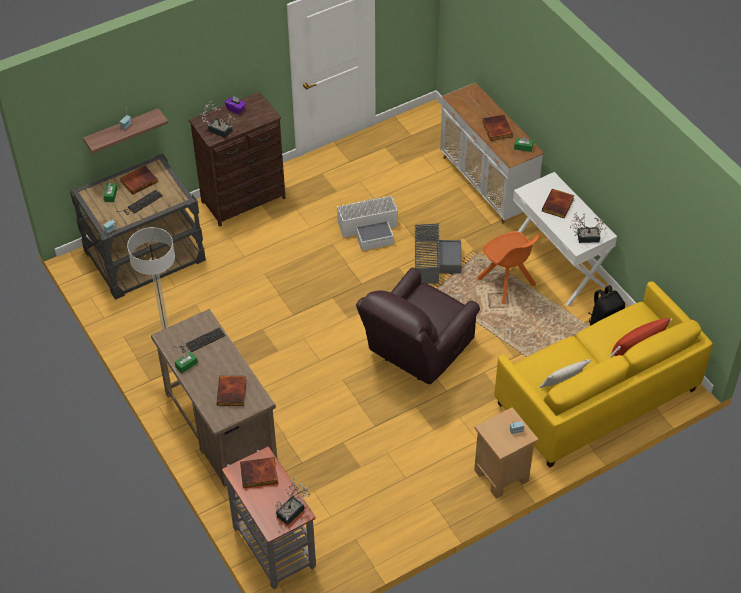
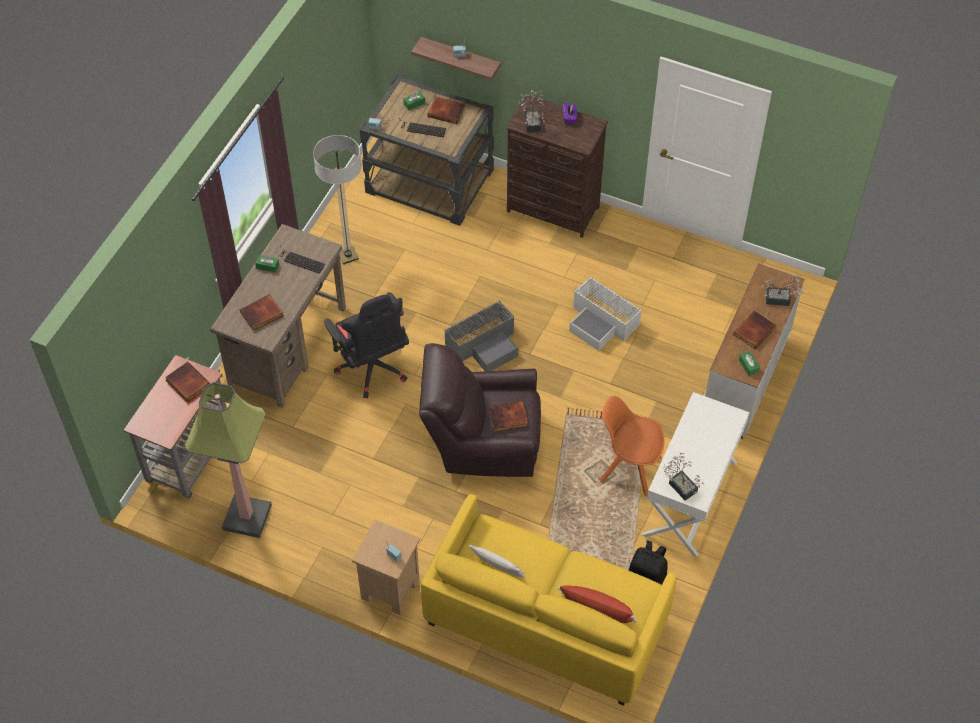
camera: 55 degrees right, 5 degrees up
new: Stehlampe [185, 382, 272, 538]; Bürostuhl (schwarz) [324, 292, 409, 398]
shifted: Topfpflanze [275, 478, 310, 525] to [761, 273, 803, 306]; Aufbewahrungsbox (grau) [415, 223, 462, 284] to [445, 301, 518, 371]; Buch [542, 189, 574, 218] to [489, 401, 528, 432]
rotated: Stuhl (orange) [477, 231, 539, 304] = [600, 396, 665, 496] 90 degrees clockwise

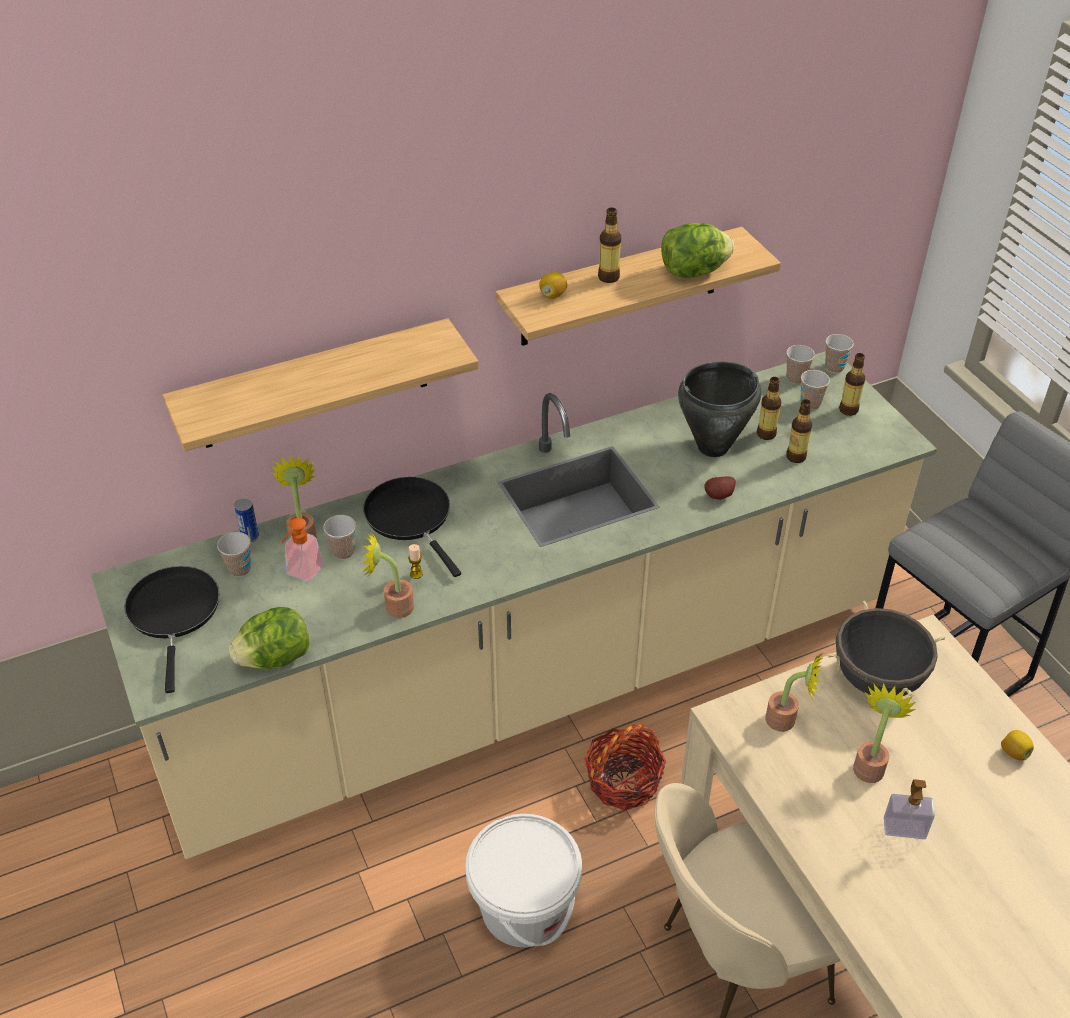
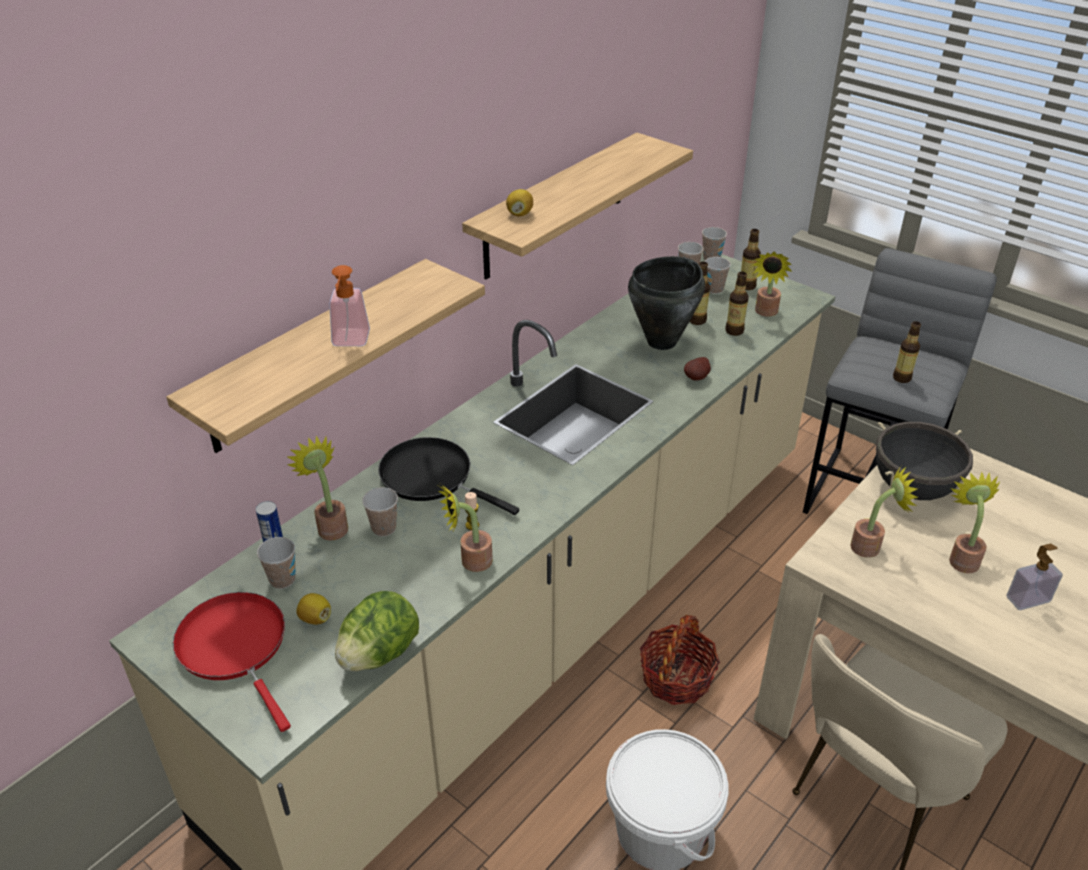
camera: 25 degrees left, 5 degrees down
gone: Salatkopf [661, 223, 734, 278]
new: Topfpflanze [753, 251, 792, 317]
shifted: Seifenspender [281, 518, 324, 582] to [329, 265, 370, 346]; Flasche [598, 208, 621, 283] to [893, 321, 921, 383]; Zitrone [1001, 730, 1034, 761] to [296, 593, 331, 625]
repainted: Pfanne (schwarz) [125, 566, 219, 693] to Pfanne (rot) [173, 592, 291, 732]

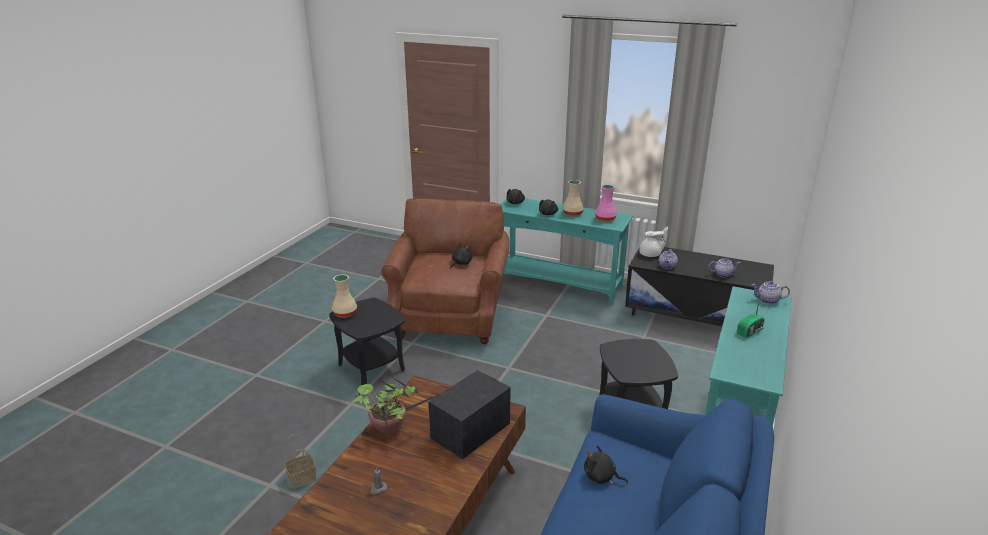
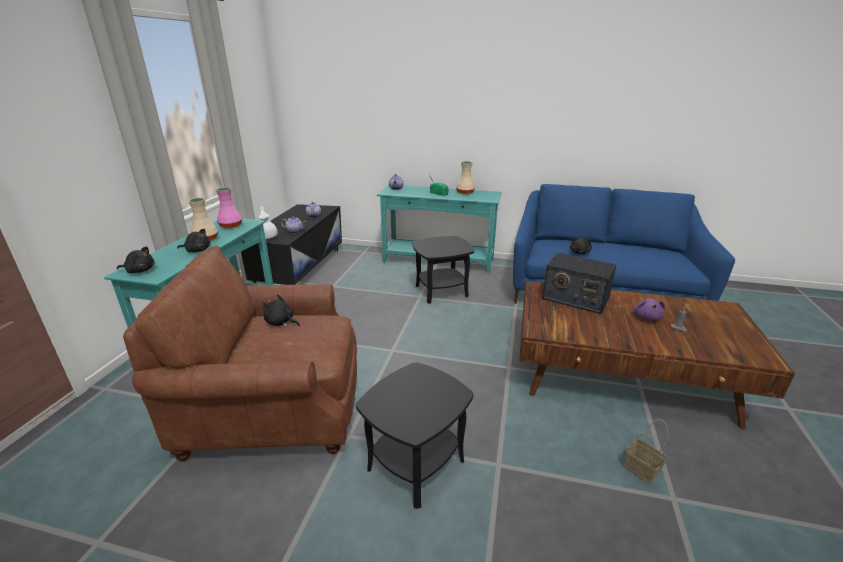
camera: 100 degrees left, 0 degrees up
gone: Topfpflanze [353, 376, 439, 434]
new: Plüschtier (lila) [634, 298, 665, 320]
shifted: Vase (beige) [332, 274, 357, 318] to [456, 161, 475, 194]

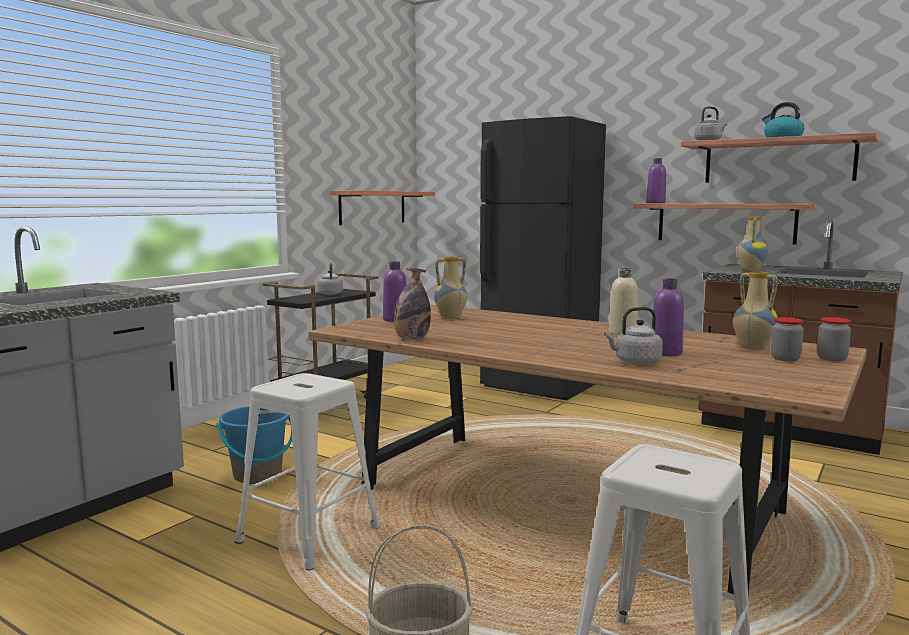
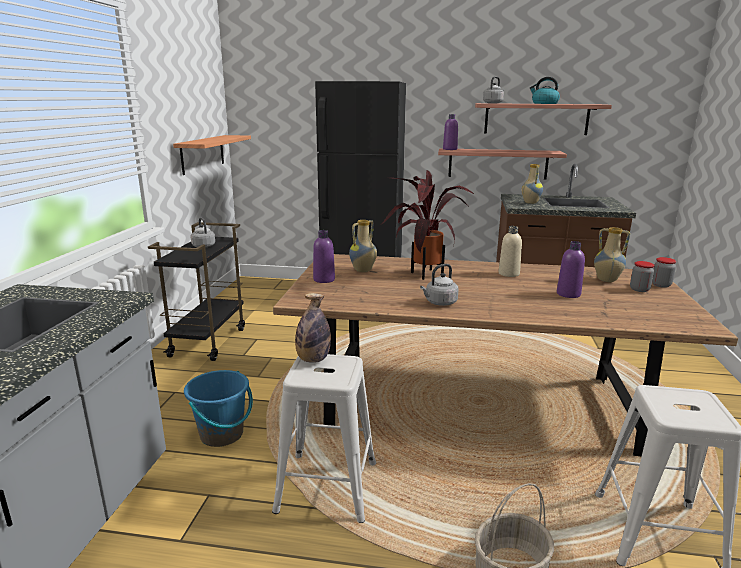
camera: 25 degrees left, 10 degrees up
new: Topfpflanze [381, 170, 474, 280]
shifted: Flasche [394, 268, 431, 340] to [295, 293, 331, 363]; Wasserkessel (grau) [604, 307, 663, 365] to [420, 264, 459, 306]

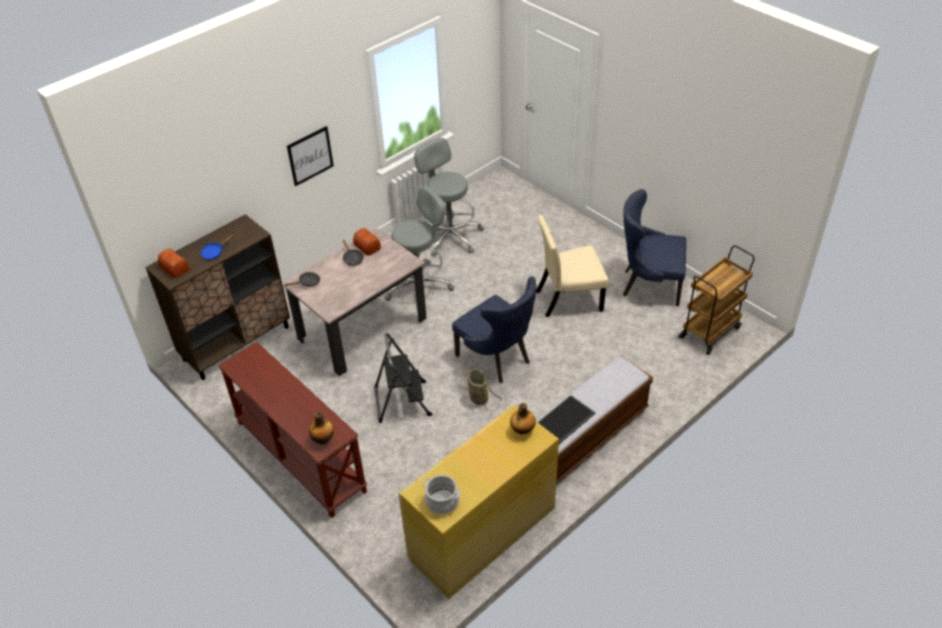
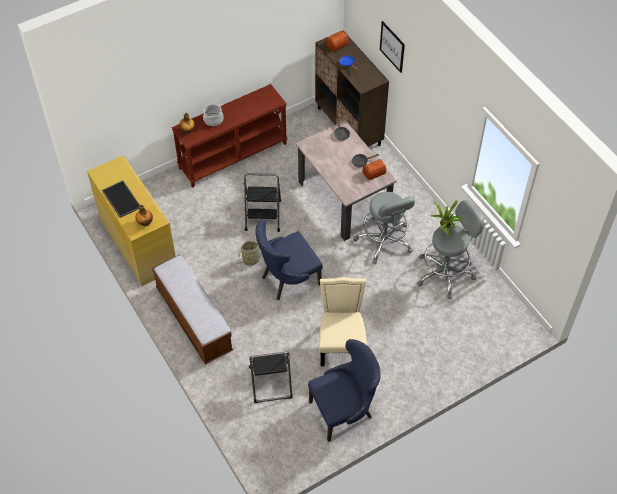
camera: 100 degrees right, 10 degrees up
gone: Rollwagen (braun) [678, 246, 755, 355]
new: Trittleiter (schwarz) [249, 352, 293, 403]; Topfpflanze [431, 200, 463, 237]
shifted: Bild [287, 126, 334, 186] to [380, 21, 405, 73]; Kochtopf [422, 475, 461, 514] to [203, 103, 224, 126]; Tablett [538, 395, 596, 444] to [102, 180, 140, 218]
rotated: Stuhl (blau) [623, 189, 686, 306] = [308, 339, 380, 442] 45 degrees clockwise

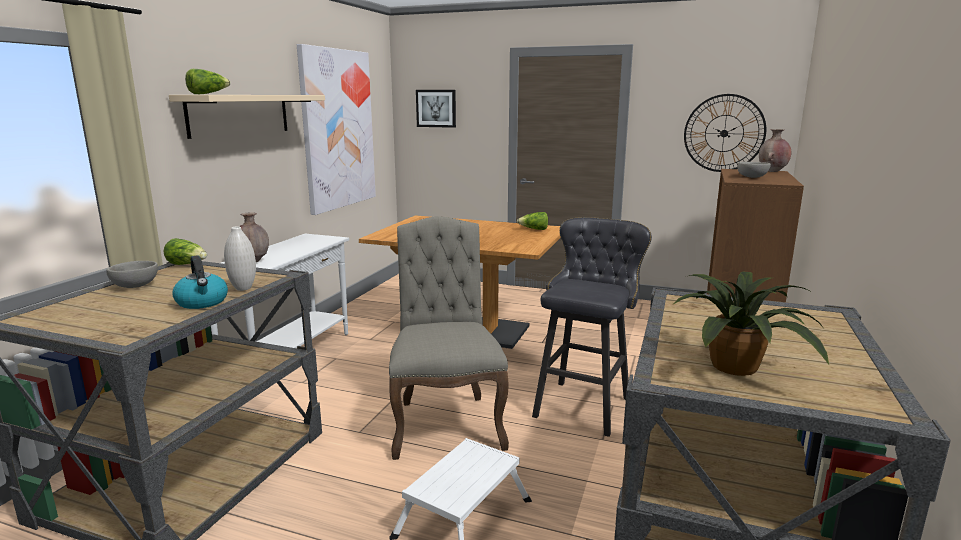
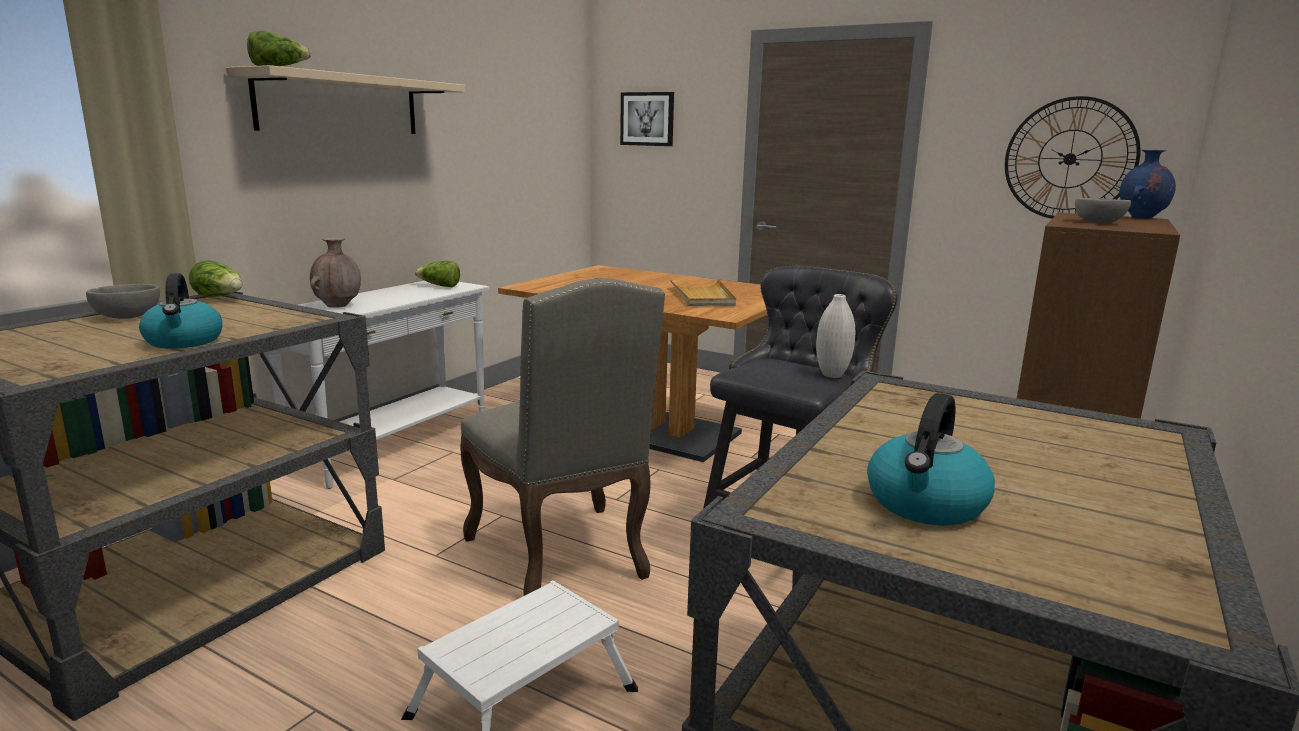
camera: 10 degrees right, 0 degrees up
gone: Bild [297, 44, 376, 215]
new: Tablett (beige) [670, 279, 736, 306]
shifted: Vase (weiß) [224, 226, 256, 291] to [816, 294, 856, 378]; Salatkopf [517, 212, 548, 230] to [415, 261, 460, 287]
swapped: Topfpflanze [674, 271, 829, 376] to Wasserkessel [867, 393, 995, 525]
repainted: Vase (braun) [759, 129, 791, 172] to Vase (blau) [1120, 150, 1176, 219]
rotated: Stuhl (grau) [389, 216, 509, 460] = [461, 278, 665, 596] 150 degrees clockwise

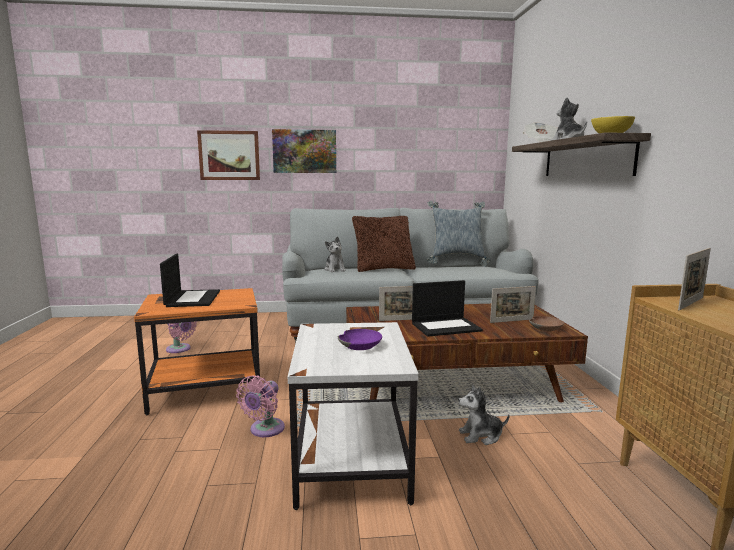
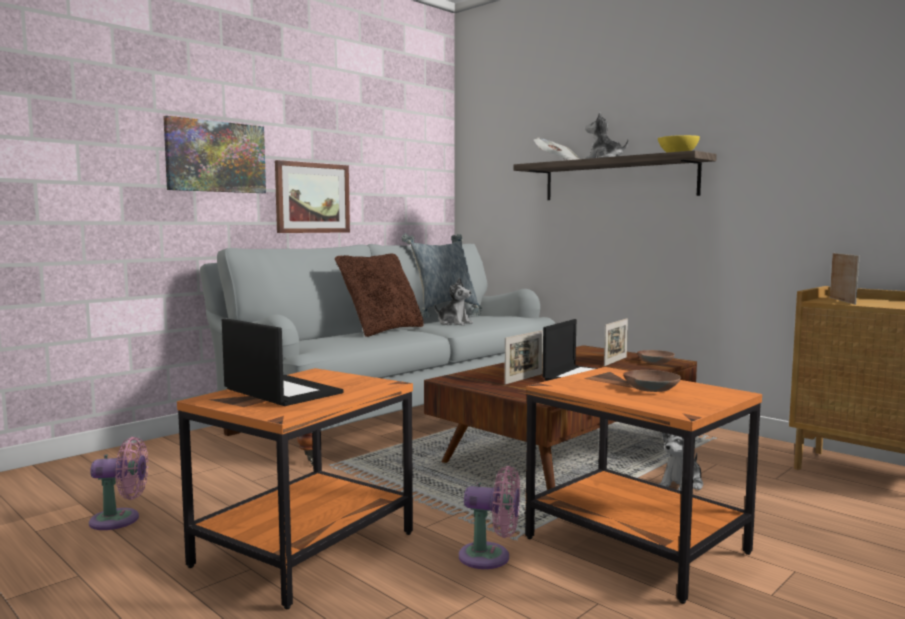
camera: 40 degrees left, 5 degrees down
shifted: Bild [197, 130, 260, 180] to [275, 160, 350, 233]; Plüschtier [324, 236, 345, 272] to [434, 278, 473, 326]
repainted: Beistelltisch (weiß) [288, 322, 419, 510] to Beistelltisch (orange) [525, 367, 762, 604]; Schüssel (lila) [338, 329, 382, 350] to Schüssel (braun) [623, 370, 681, 392]
rotated: Ventilator (rosa) [236, 375, 285, 437] = [459, 466, 520, 569] 60 degrees counterclockwise

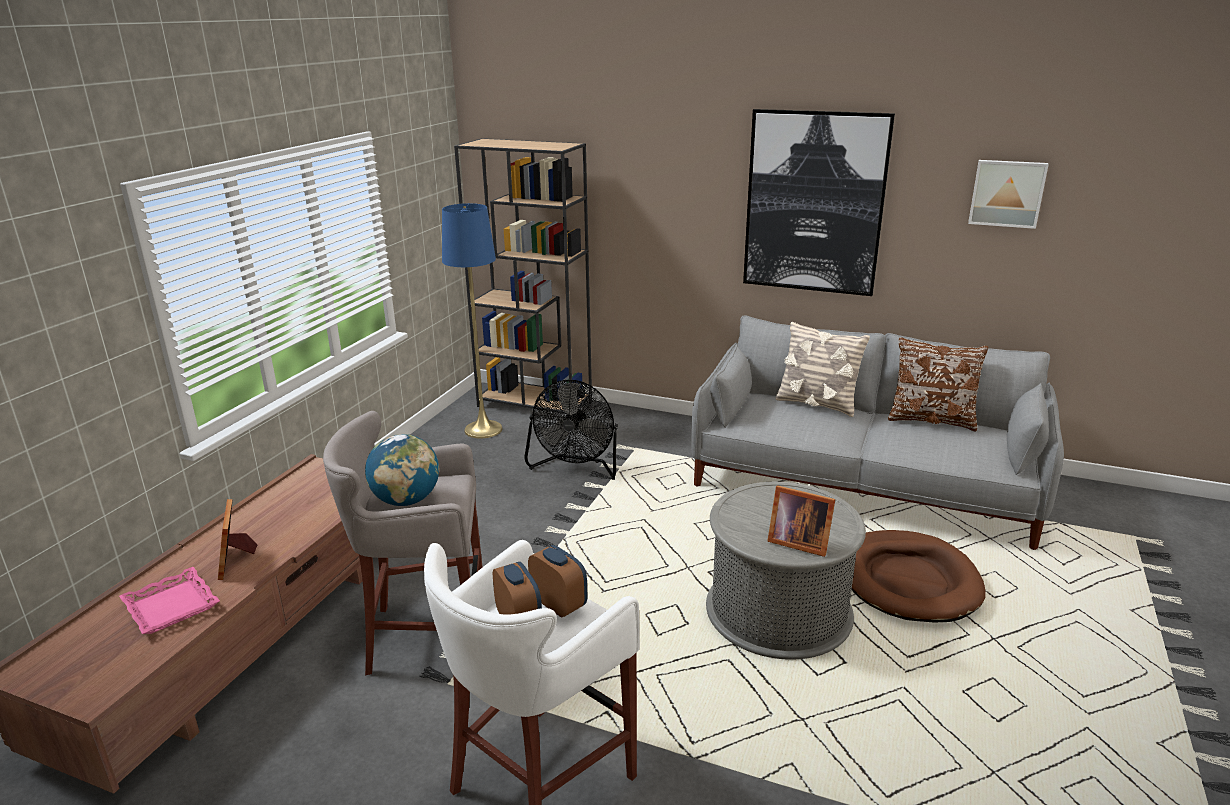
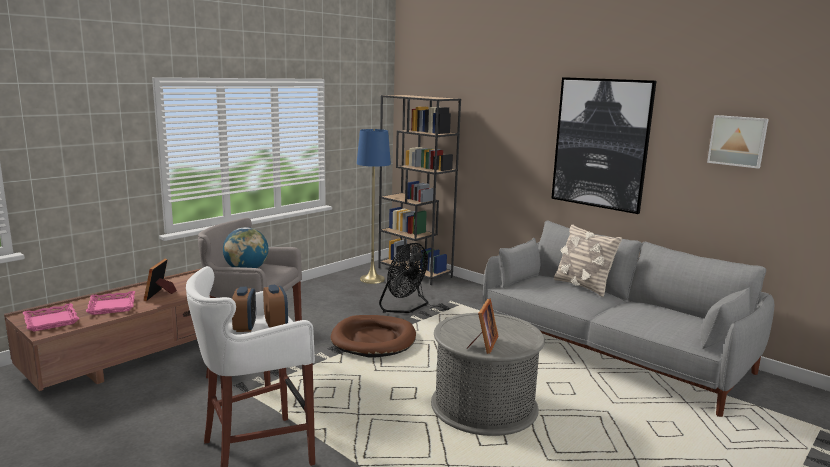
camera: 20 degrees right, 10 degrees down
gone: Kissen (braun) [888, 337, 988, 432]
new: Tablett (rosa) [23, 303, 79, 332]
shifted: Hundebett (braun) [852, 530, 986, 622] to [331, 315, 416, 358]
rotated: Ventilator (schwarz) [524, 380, 618, 480] = [379, 243, 449, 313] 90 degrees clockwise; Bilderrahmen [768, 485, 835, 557] = [467, 299, 499, 354] 120 degrees counterclockwise

